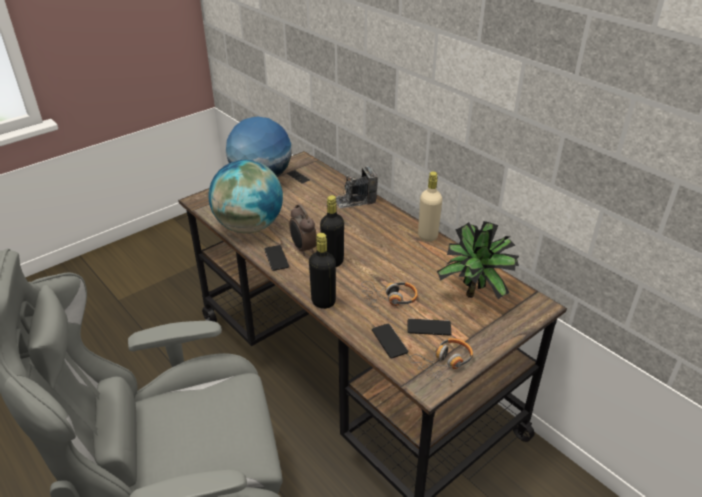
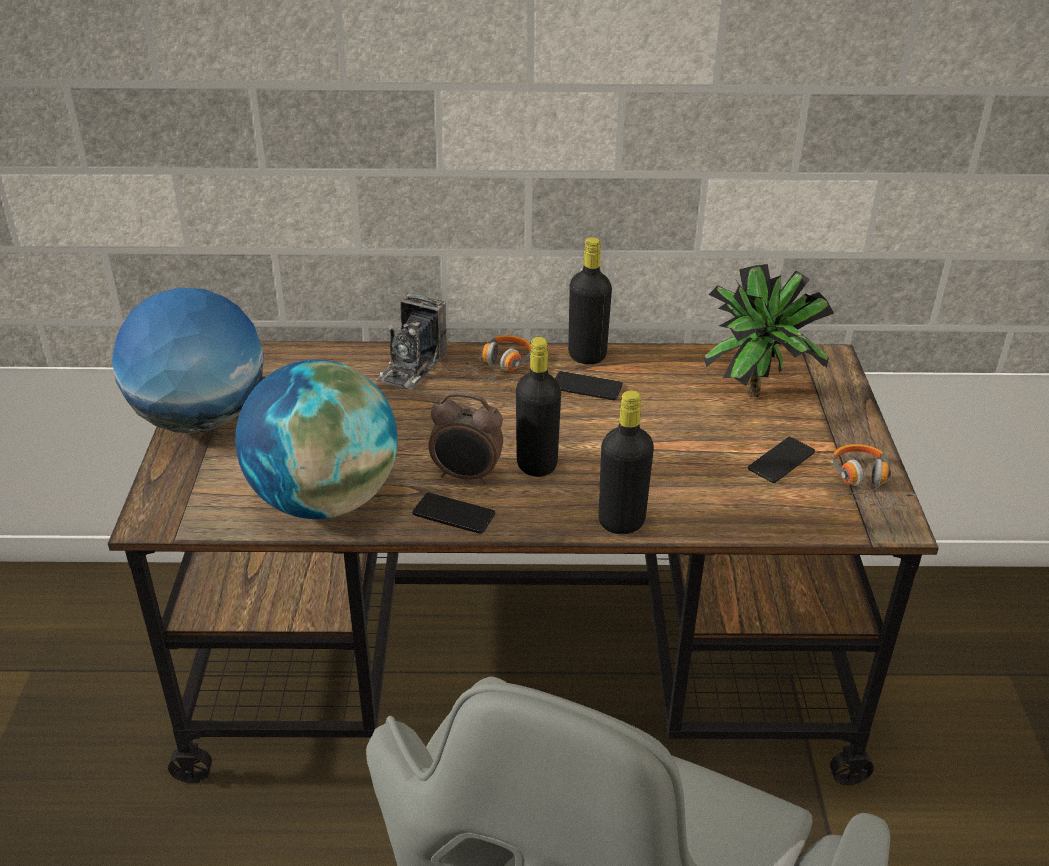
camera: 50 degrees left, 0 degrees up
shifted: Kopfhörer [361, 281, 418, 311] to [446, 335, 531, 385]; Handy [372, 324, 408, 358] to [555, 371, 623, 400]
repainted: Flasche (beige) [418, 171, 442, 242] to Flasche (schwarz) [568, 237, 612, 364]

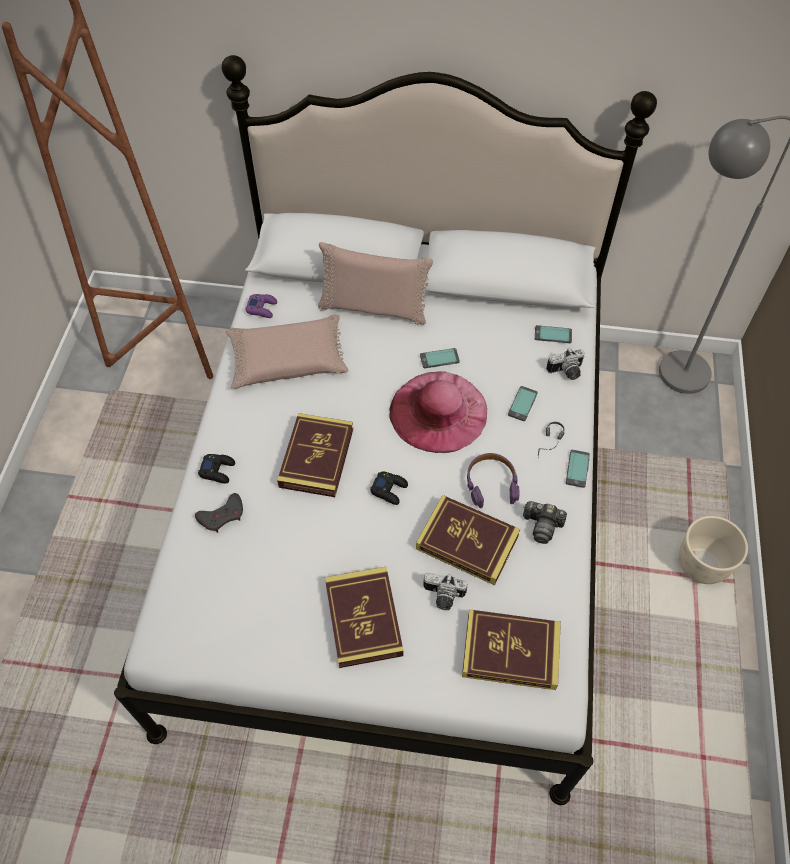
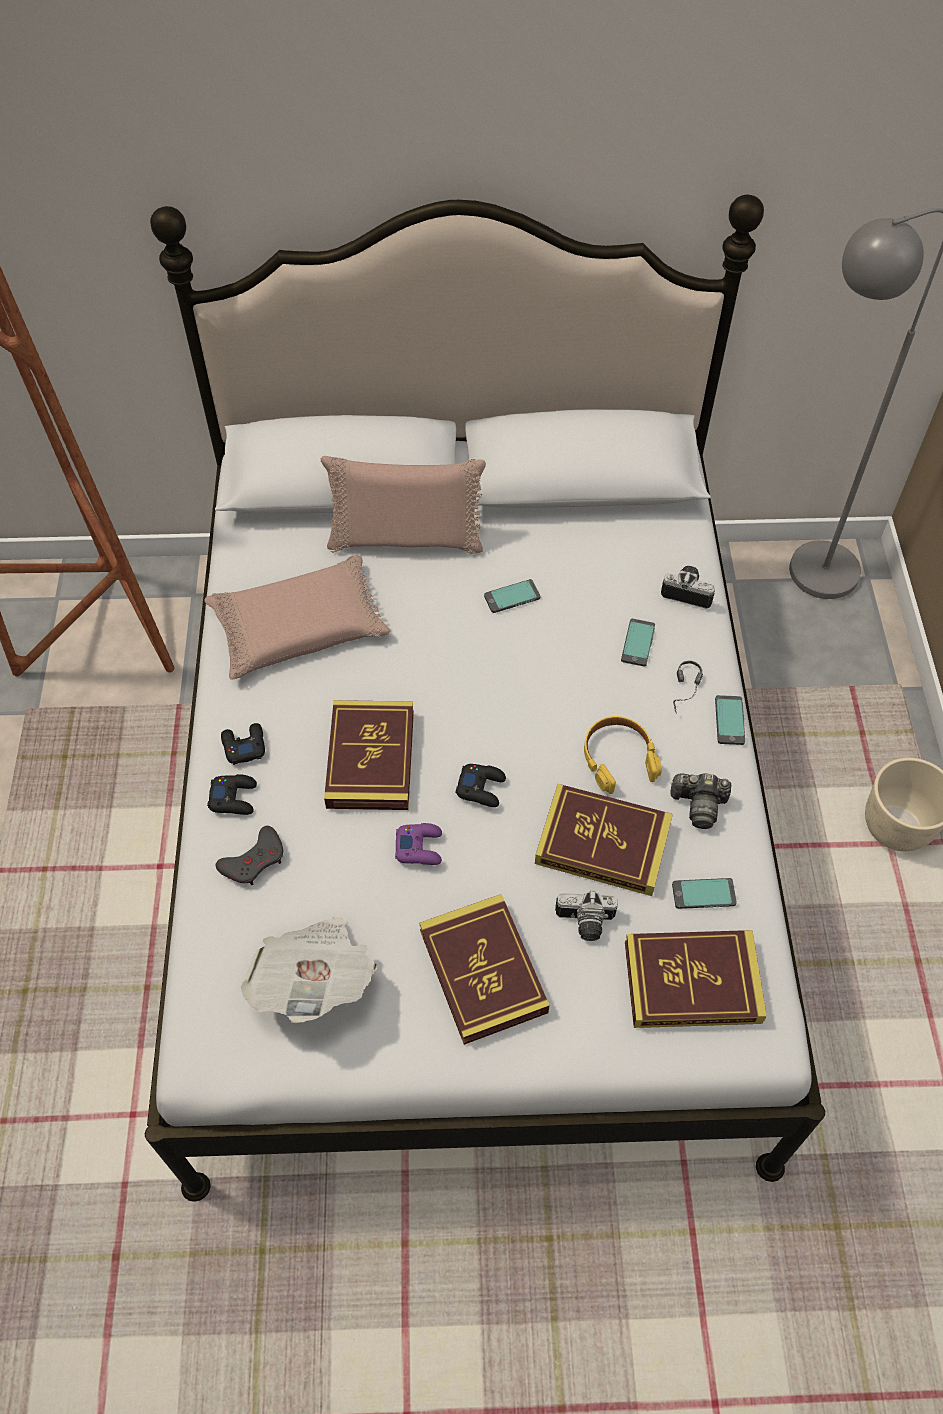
camera: 10 degrees left, 0 degrees up
gone: Hut (rosa) [389, 371, 487, 453]
new: Gamepad (schwarz) [221, 723, 265, 765]; Zeitung [241, 917, 377, 1023]
shifted: Gamepad (lila) [245, 294, 277, 318] to [395, 823, 442, 865]; Handy [535, 325, 572, 343] to [672, 878, 737, 909]
repainted: Kopfhörer (lila) [467, 453, 519, 508] to Kopfhörer (gelb) [584, 716, 662, 794]
rotated: Kamera [546, 348, 585, 380] = [661, 566, 715, 609] 135 degrees counterclockwise

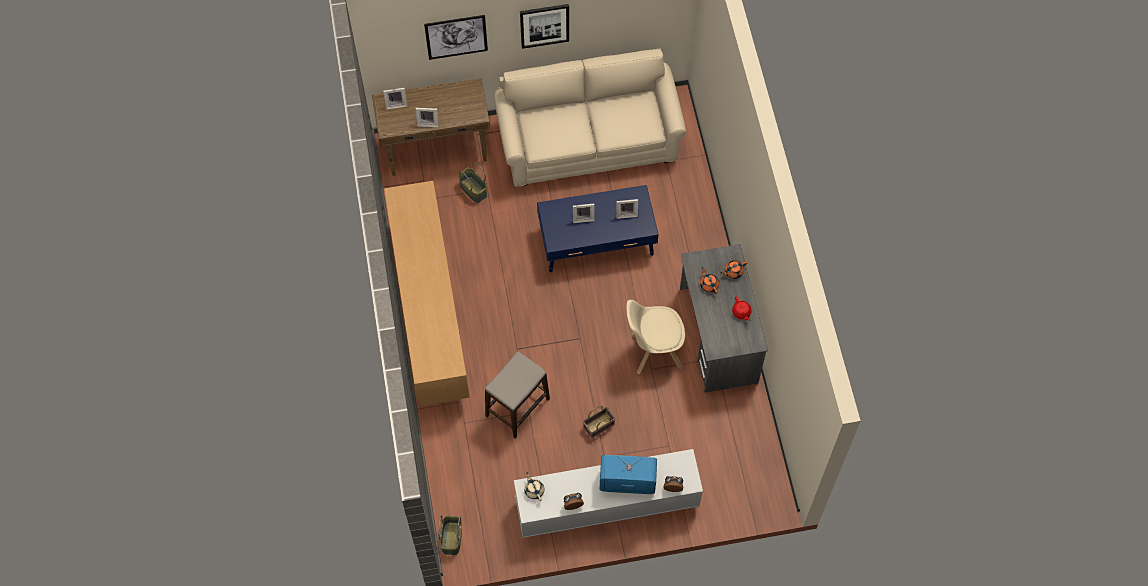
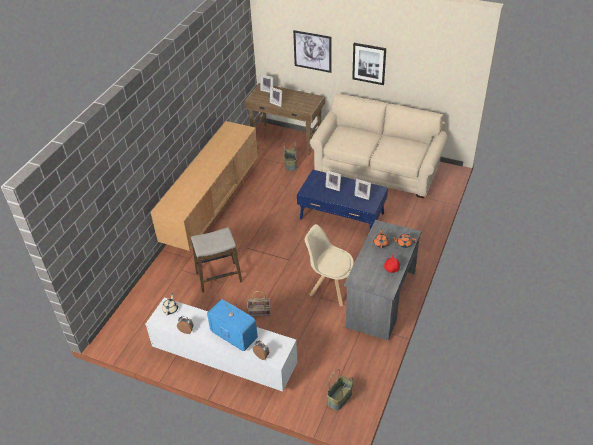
camera: 35 degrees right, 20 degrees down
shifted: Korb [438, 515, 462, 555] to [327, 369, 353, 411]

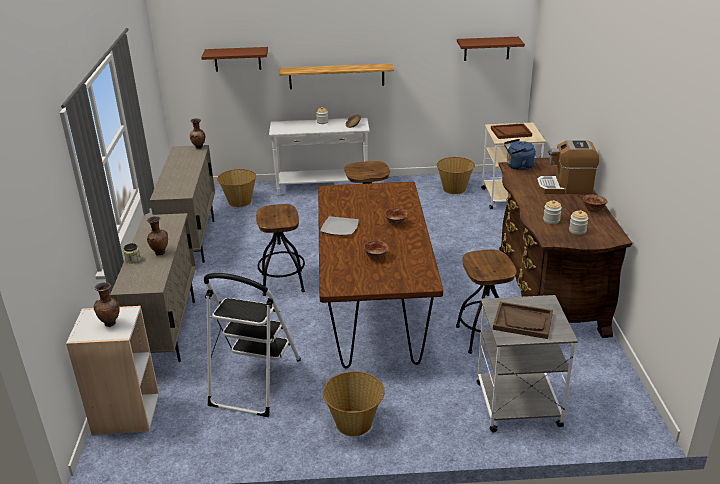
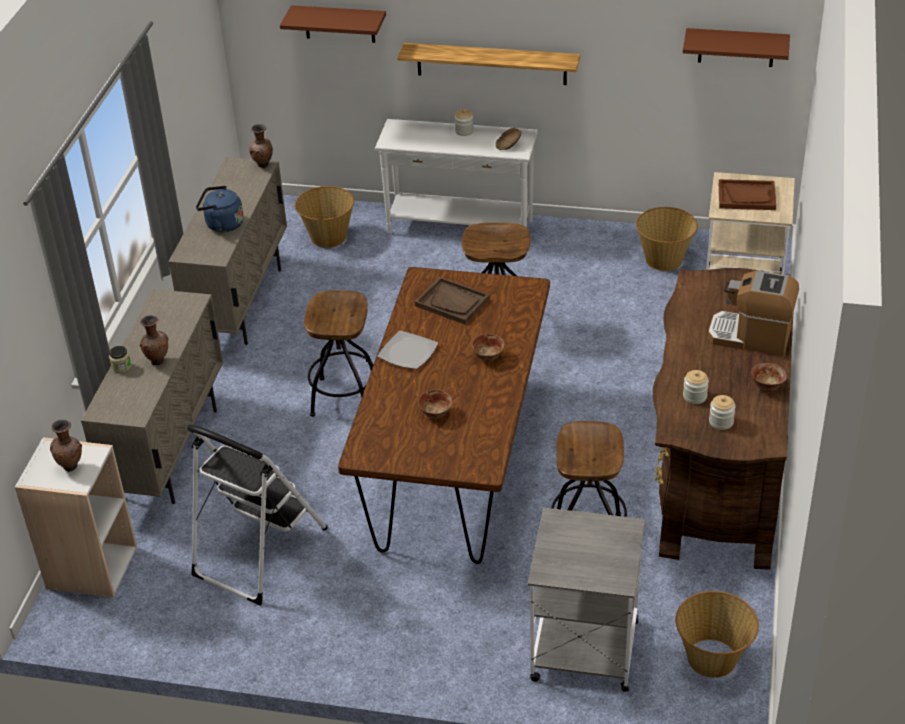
camera: 15 degrees right, 10 degrees up
shifted: Korb [323, 371, 384, 436] to [676, 591, 759, 678]; Tablett (braun) [493, 302, 553, 339] to [415, 277, 490, 324]; Wasserkessel (blau) [504, 139, 536, 170] to [196, 186, 244, 233]

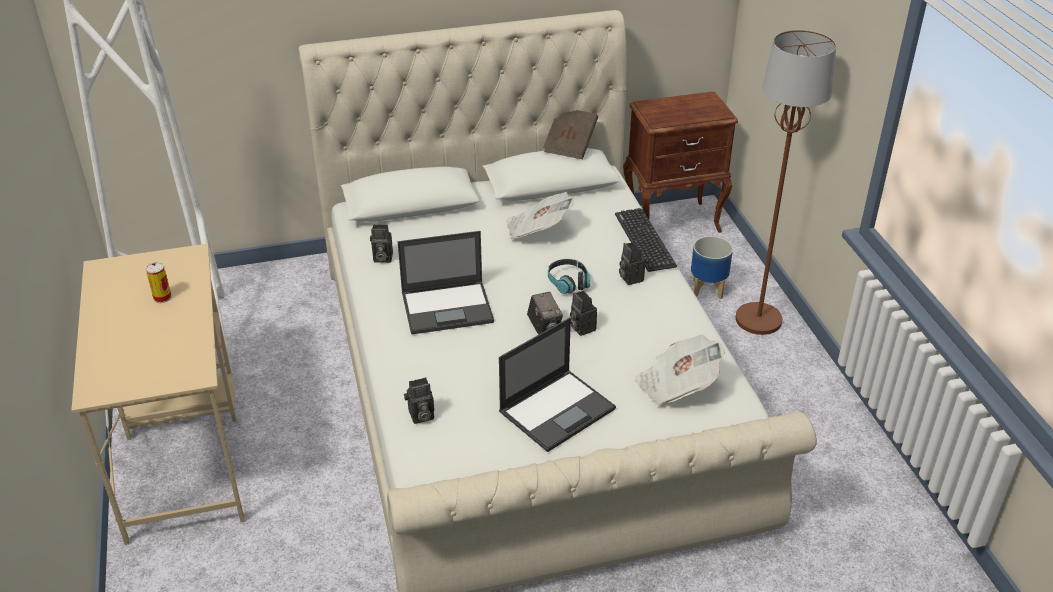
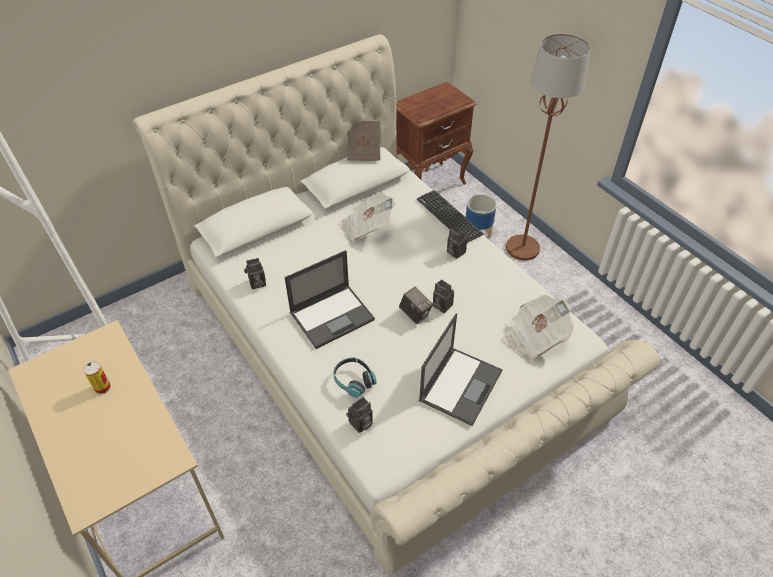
camera: 20 degrees left, 10 degrees up
shifted: Kopfhörer [548, 259, 590, 294] to [333, 358, 376, 398]

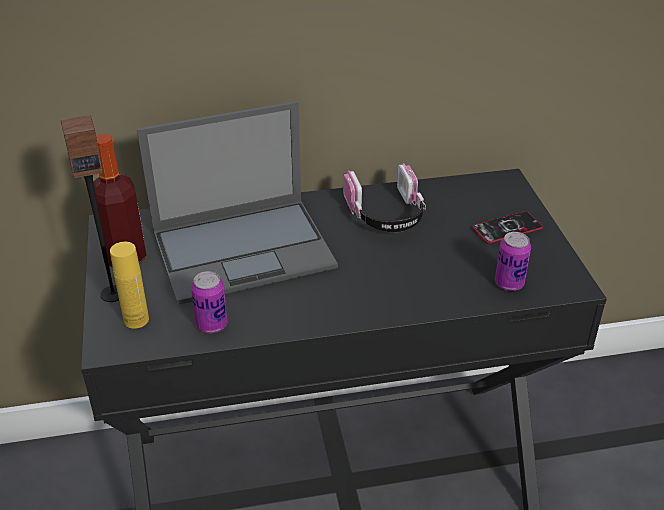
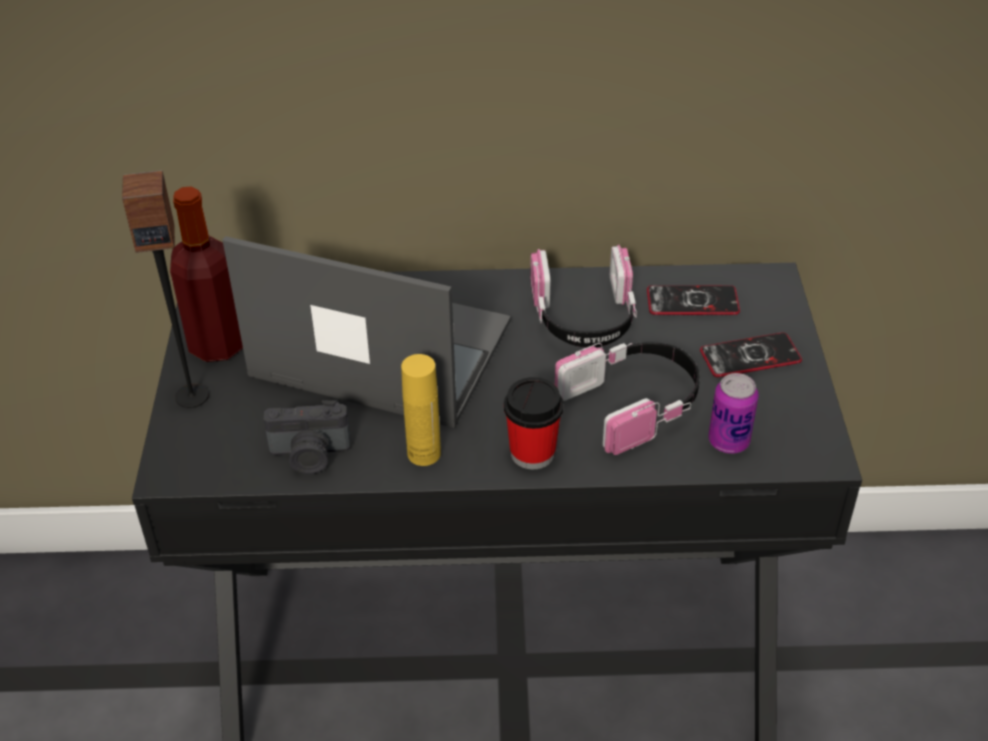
camera: 10 degrees right, 5 degrees up
new: Tasse [504, 377, 563, 469]; Kopfhörer [555, 342, 700, 455]; Handy [647, 285, 740, 315]
shifted: Flasche (gelb) [110, 242, 149, 329] to [401, 354, 441, 466]
swapped: Dose [191, 271, 228, 333] to Kamera [264, 400, 351, 474]
rotated: Laptop [137, 101, 338, 305] = [222, 236, 511, 428] 150 degrees counterclockwise

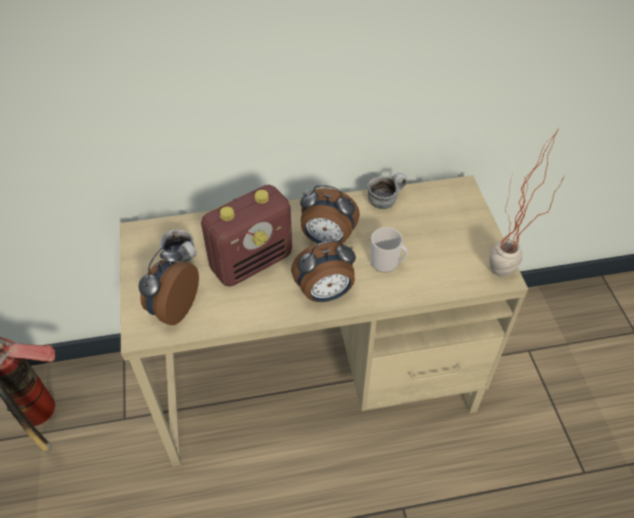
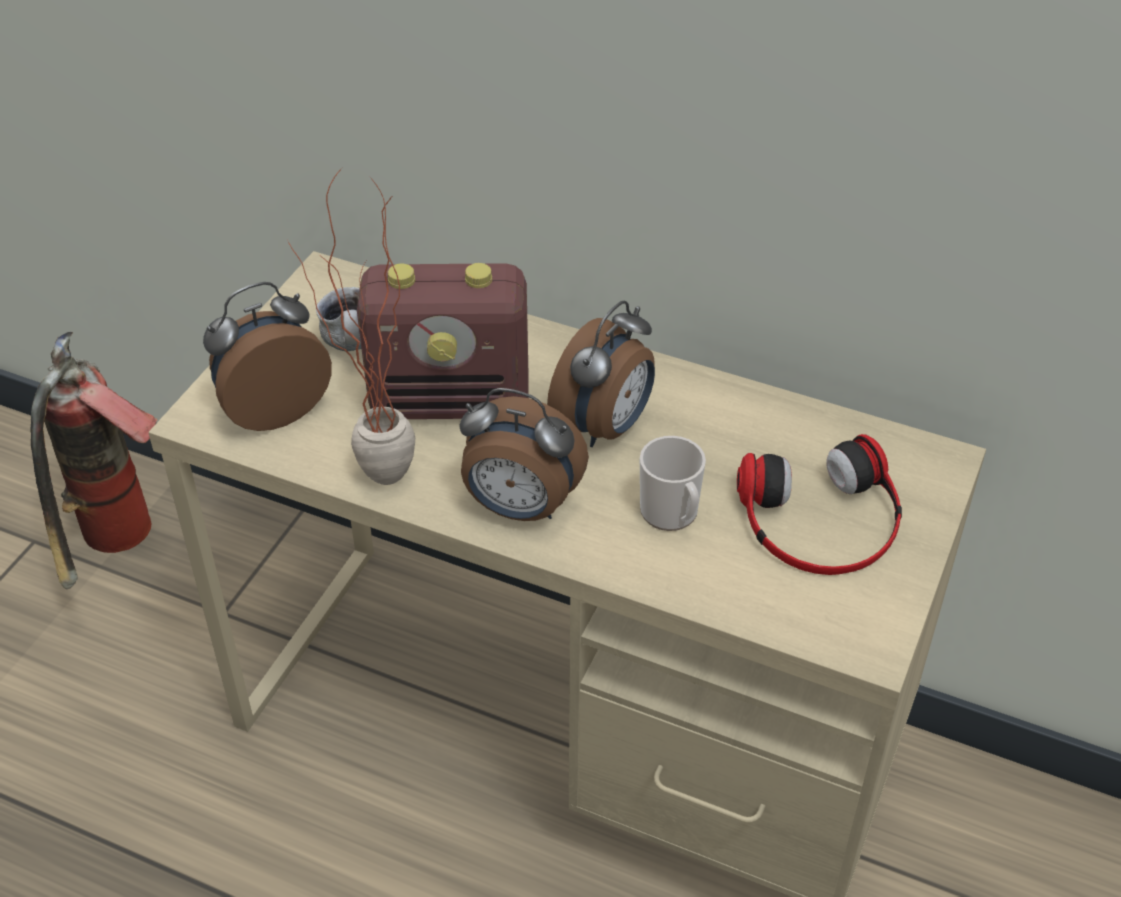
camera: 35 degrees right, 5 degrees down
gone: Henkelbecher [367, 173, 407, 209]
new: Kopfhörer [737, 434, 902, 575]
shifted: Topfpflanze [489, 129, 564, 277] to [289, 168, 415, 485]
rotated: Wecker [300, 185, 360, 244] = [547, 300, 655, 447] 105 degrees counterclockwise

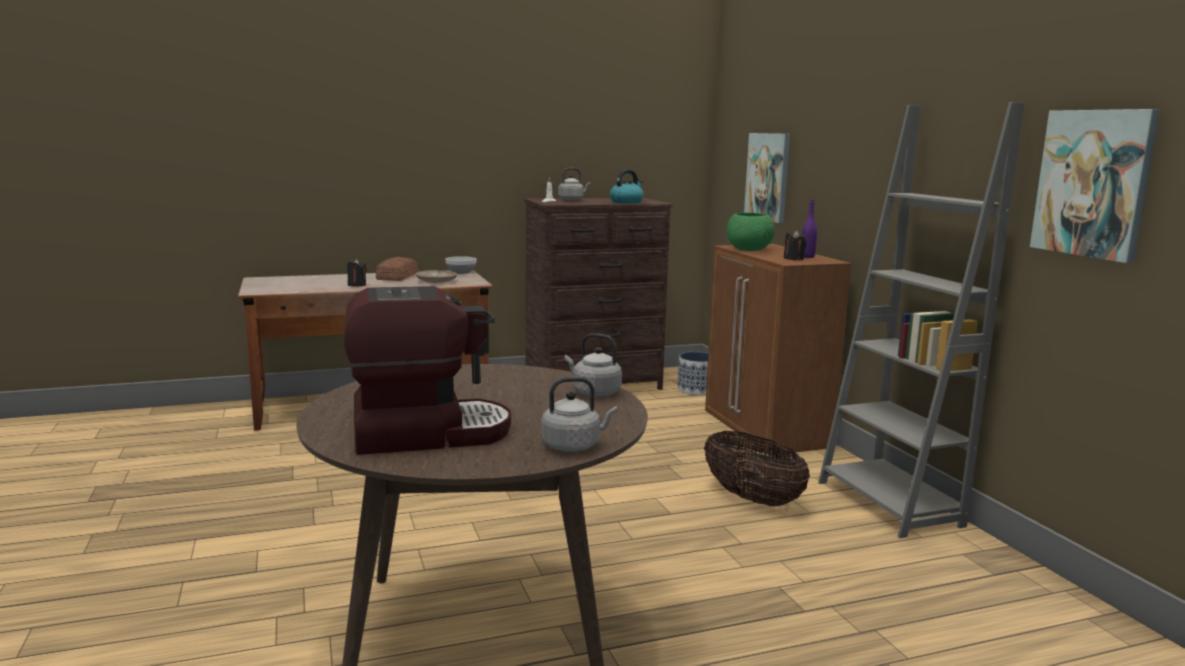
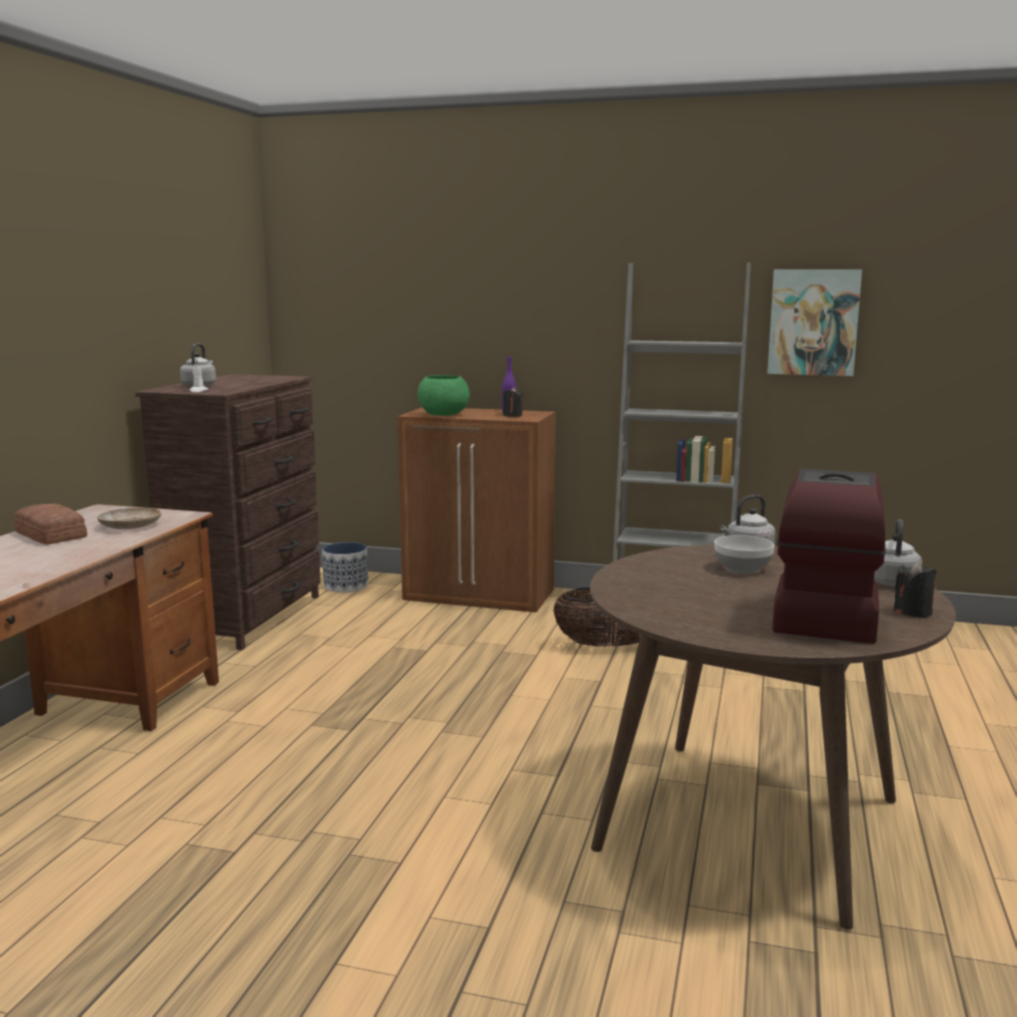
camera: 55 degrees left, 0 degrees up
gone: Wasserkessel [610, 169, 644, 204]; Bild [744, 133, 790, 223]
shifted: Kerze (schwarz) [347, 259, 366, 287] to [893, 561, 937, 618]; Schüssel [446, 256, 476, 274] to [714, 535, 774, 574]

